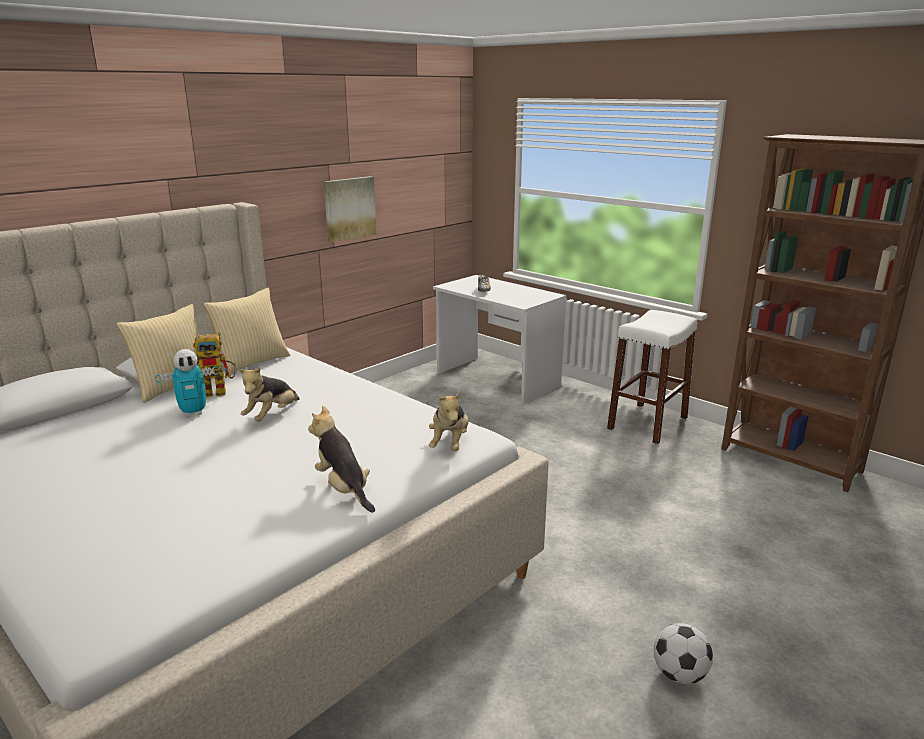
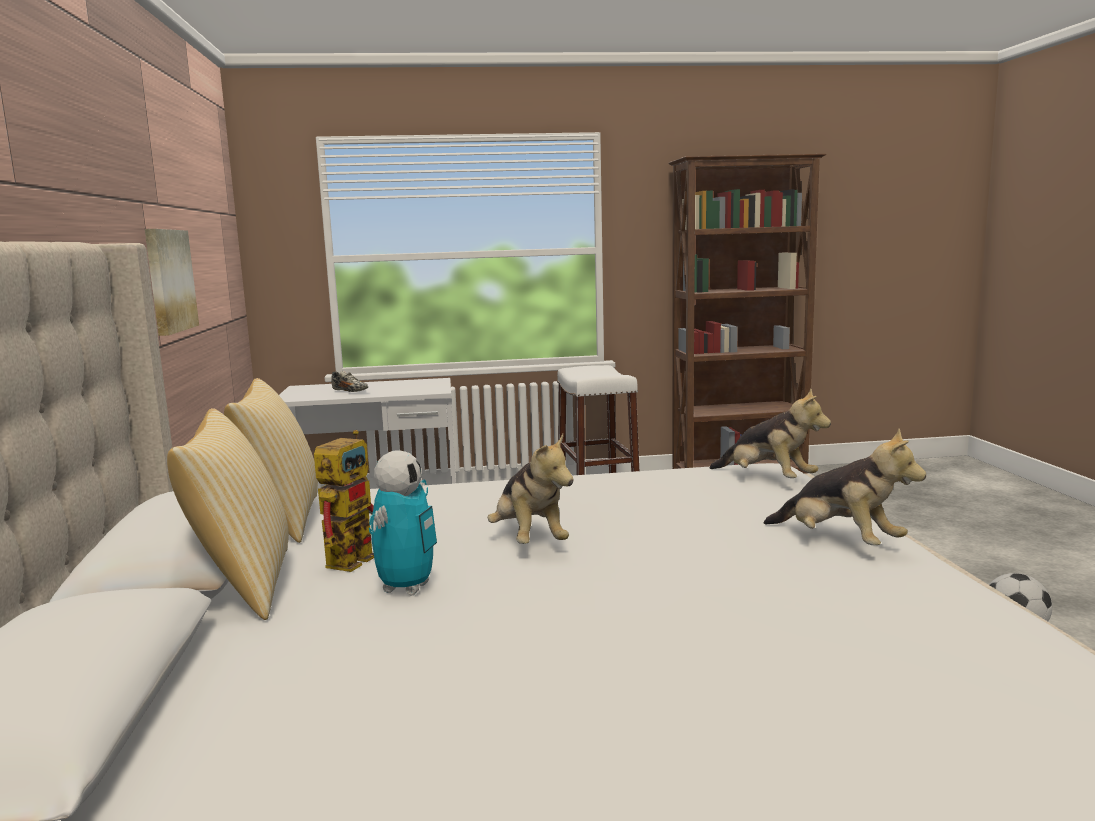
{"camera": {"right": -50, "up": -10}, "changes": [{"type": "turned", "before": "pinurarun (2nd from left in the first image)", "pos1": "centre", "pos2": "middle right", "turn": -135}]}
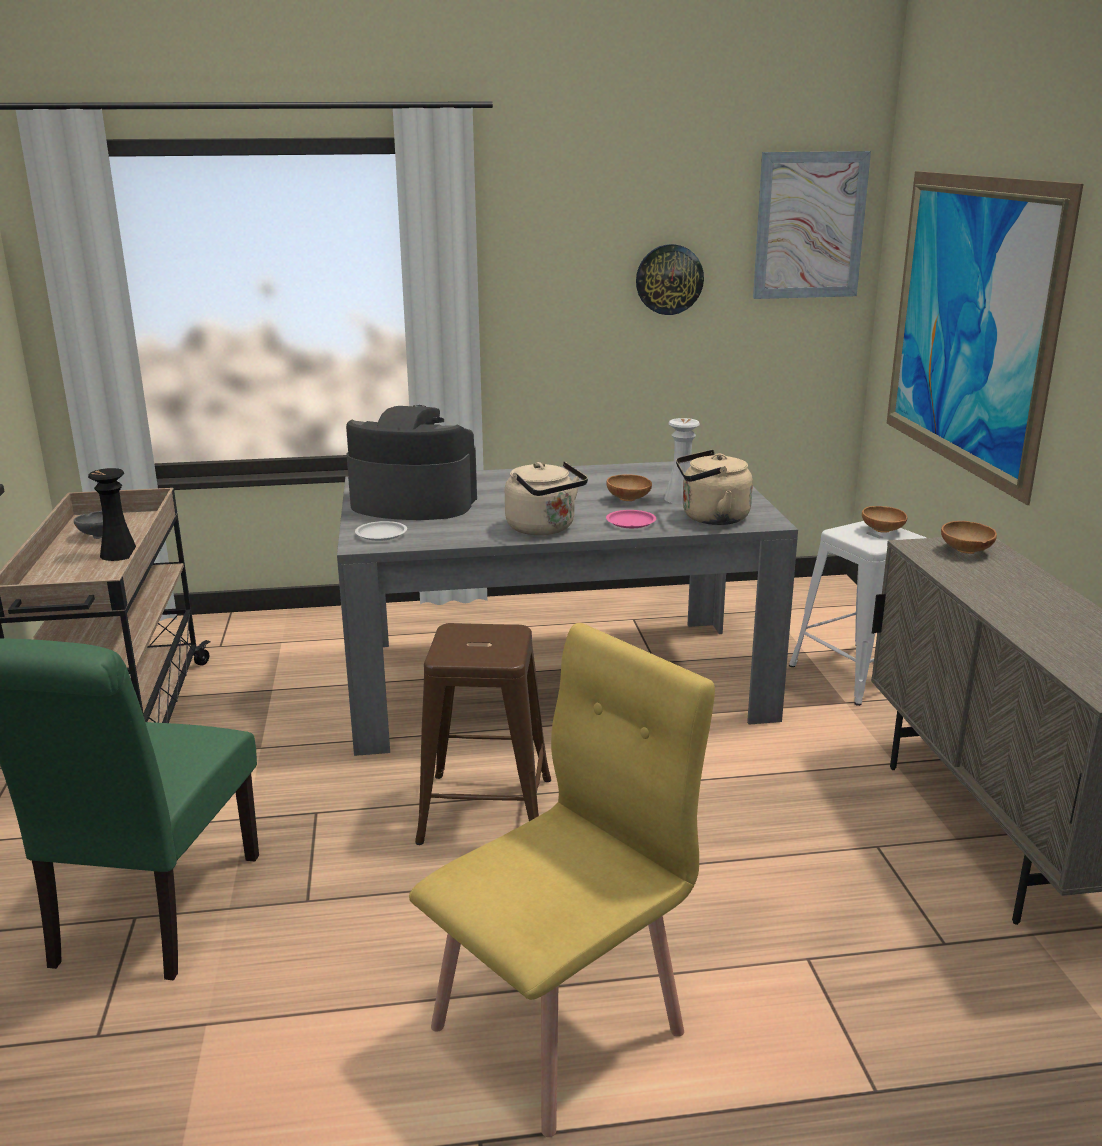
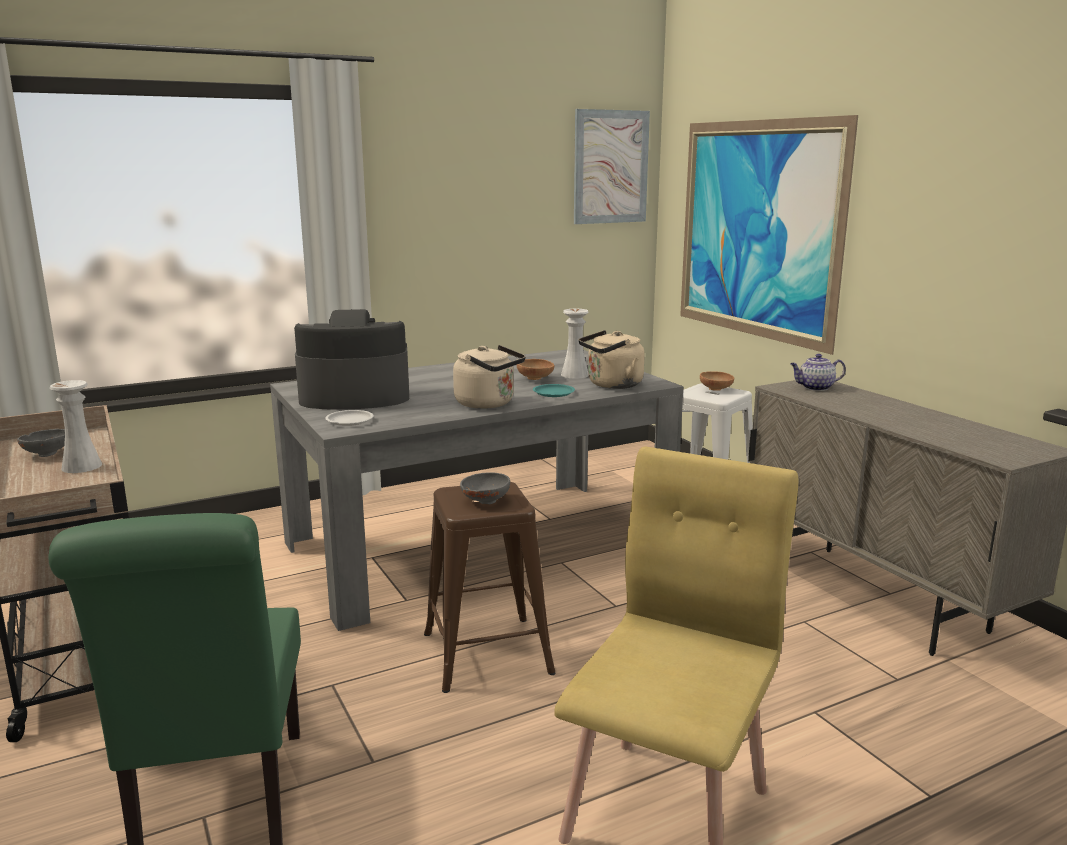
{"camera": {"right": -20, "up": -5}, "changes": [{"type": "recoloured", "before": "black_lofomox", "after": "white_lofomox (1st from left)", "pos1": "middle left", "pos2": "middle left"}, {"type": "recoloured", "before": "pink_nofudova", "after": "turquoise_nofudova", "pos1": "centre", "pos2": "centre"}, {"type": "removed", "before": "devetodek", "pos1": "top centre"}, {"type": "replaced", "before": "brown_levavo (3rd from left)", "after": "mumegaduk", "pos1": "middle right", "pos2": "middle right"}, {"type": "added", "after": "grey_levavo (2nd from left)", "pos2": "centre"}]}
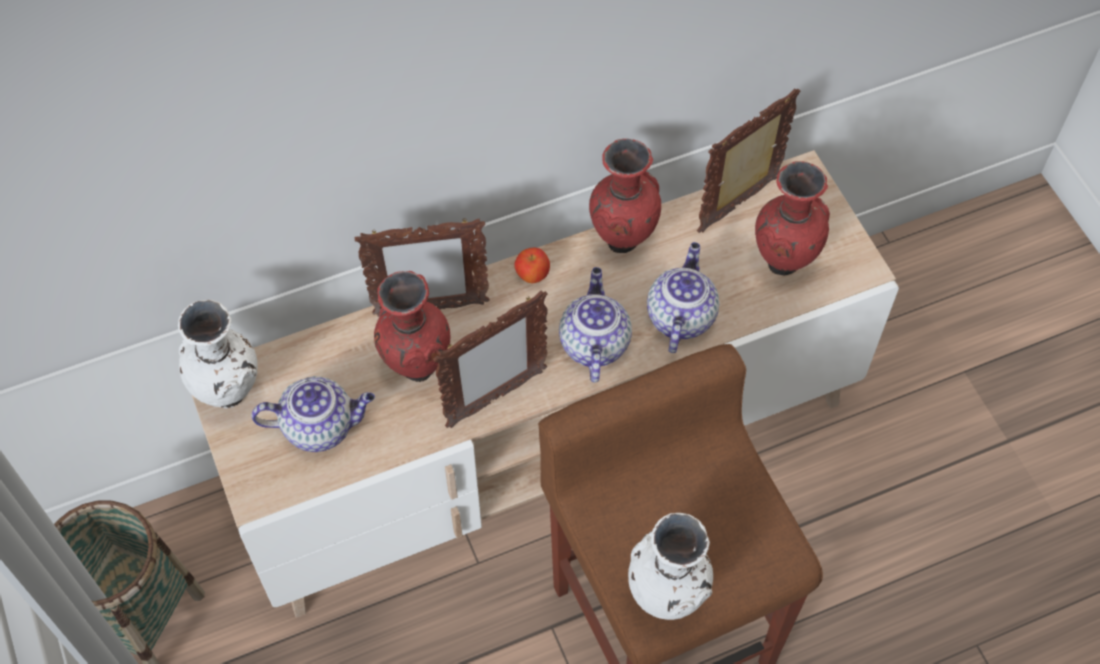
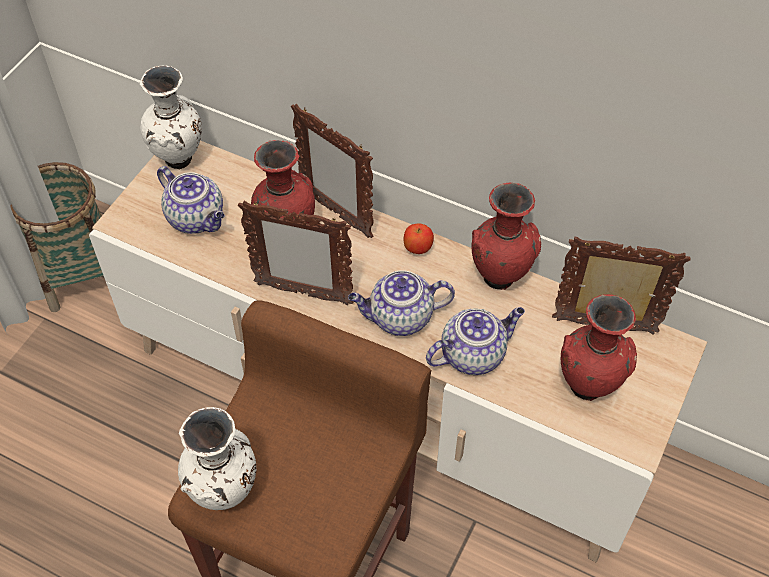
{"camera": {"right": 50, "up": -5}, "changes": [{"type": "turned", "before": "mumegaduk (2nd from left)", "pos1": "centre", "pos2": "centre", "turn": -150}]}
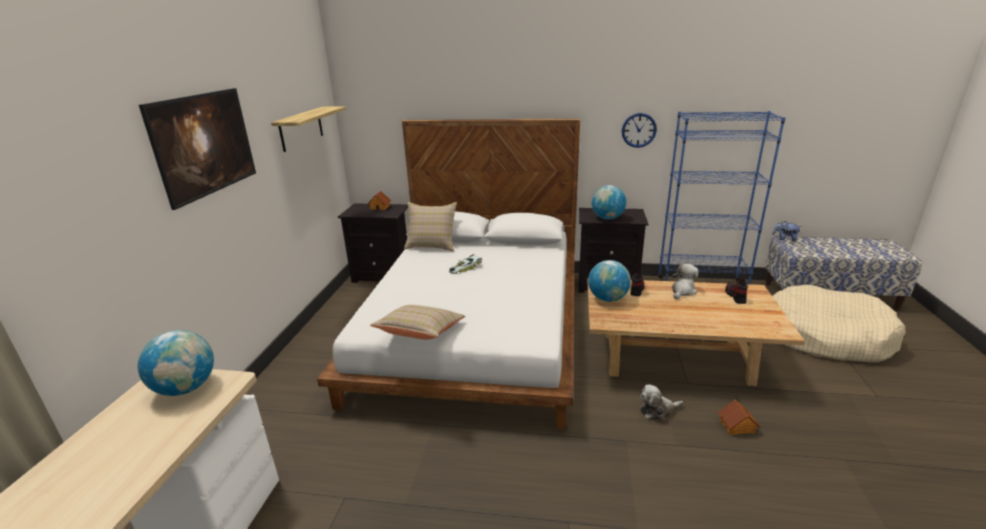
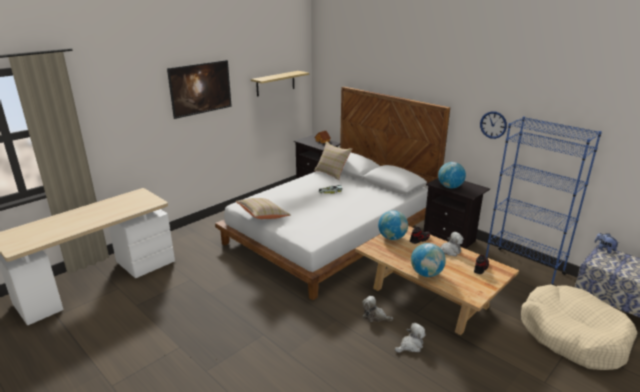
{"camera": {"right": 35, "up": 0}, "changes": [{"type": "moved", "before": "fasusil (1st from left in the first image)", "after": "fasusil (2nd from left)", "pos1": "bottom left", "pos2": "middle right"}, {"type": "replaced", "before": "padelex (2nd from left)", "after": "pinurarun (2nd from left)", "pos1": "bottom right", "pos2": "bottom centre"}]}
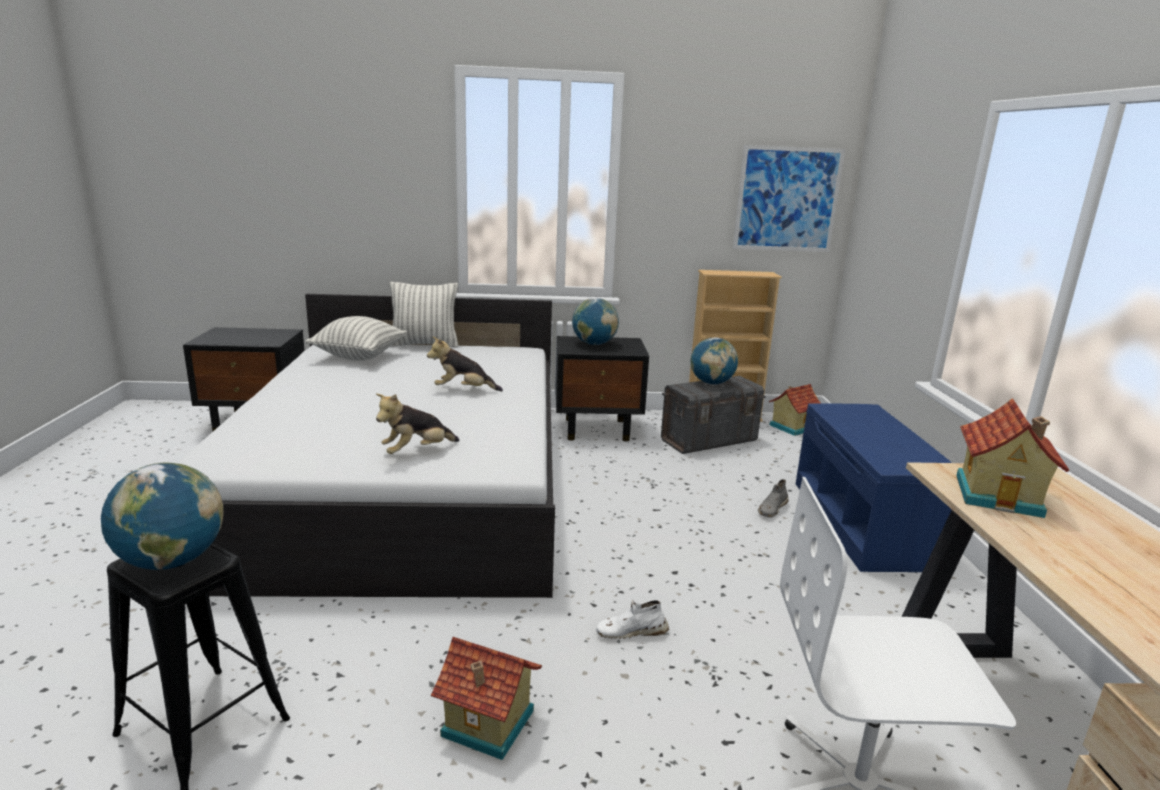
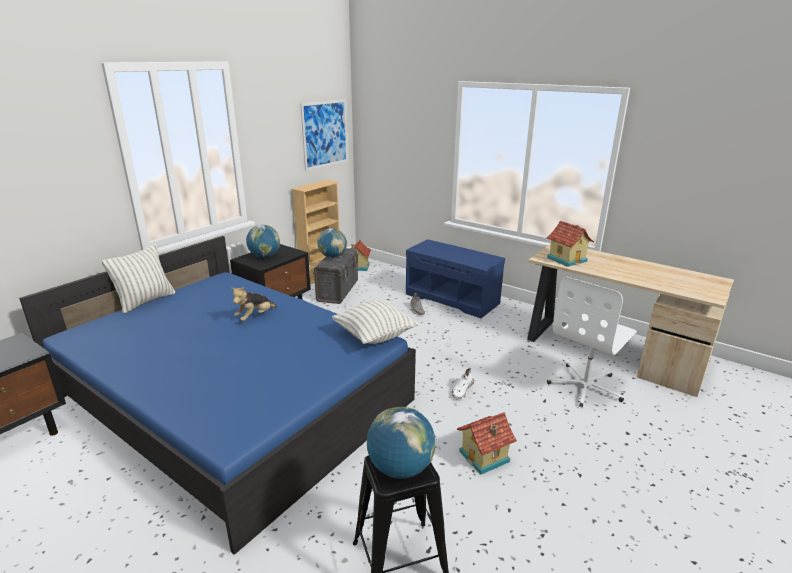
{"camera": {"right": -50, "up": 5}, "changes": [{"type": "recoloured", "before": "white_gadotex", "after": "blue_gadotex", "pos1": "middle left", "pos2": "bottom left"}, {"type": "moved", "before": "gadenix (1st from left in the first image)", "after": "gadenix (2nd from left)", "pos1": "middle left", "pos2": "centre"}, {"type": "removed", "before": "pinurarun (1st from left)", "pos1": "centre"}]}
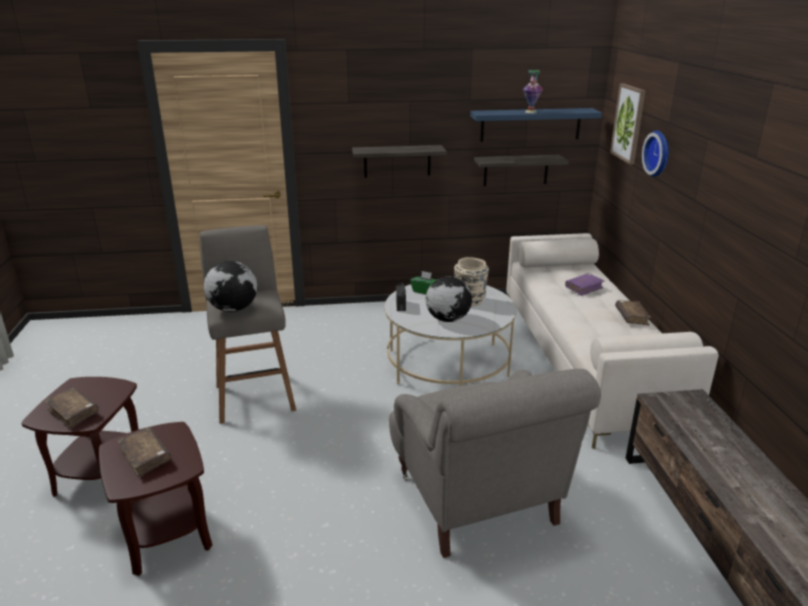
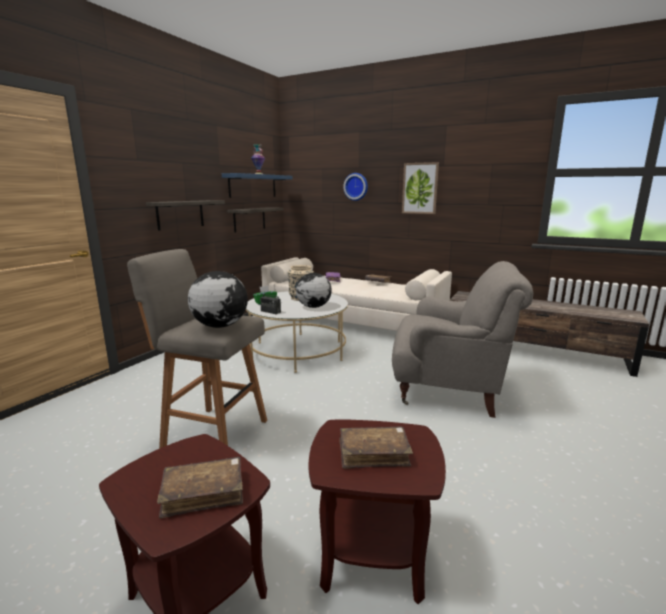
{"camera": {"right": -55, "up": -10}, "changes": [{"type": "moved", "before": "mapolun", "pos1": "top right", "pos2": "top centre"}]}
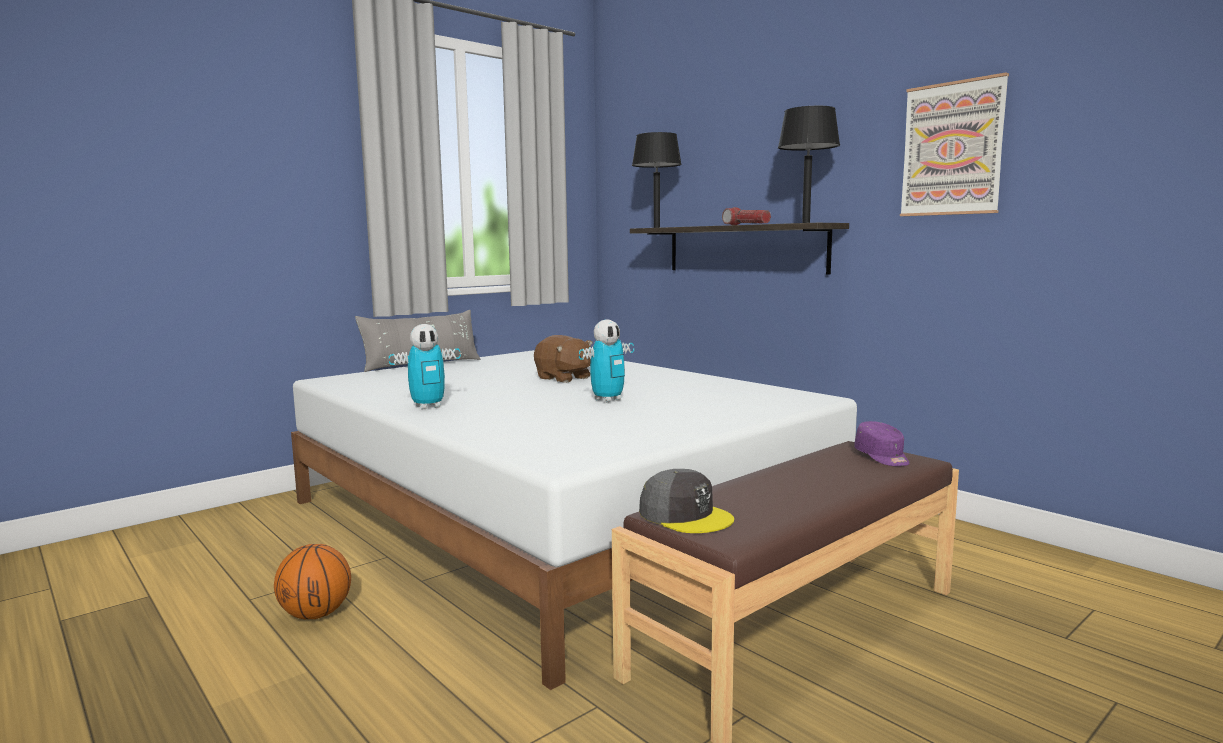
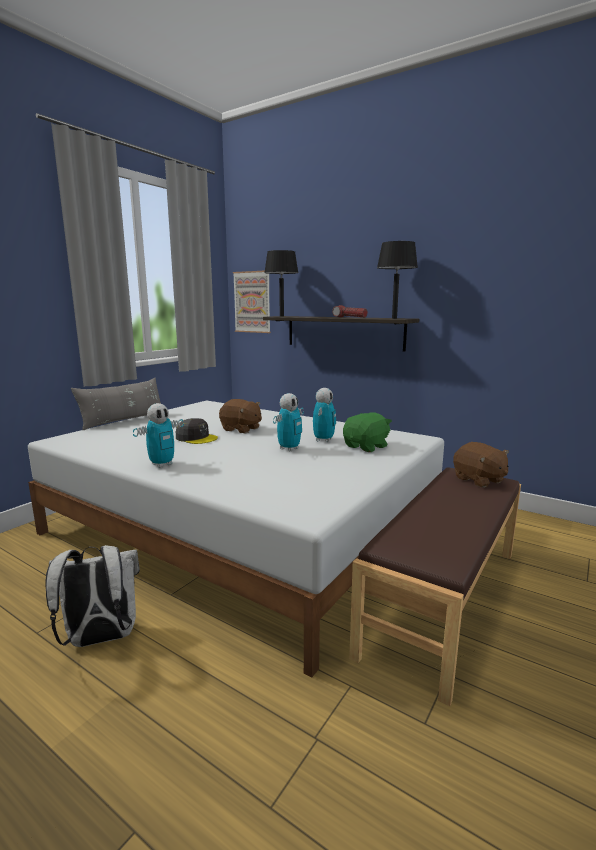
{"camera": {"right": -15, "up": 5}, "changes": [{"type": "replaced", "before": "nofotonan", "after": "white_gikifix", "pos1": "bottom left", "pos2": "bottom left"}, {"type": "moved", "before": "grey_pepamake", "pos1": "bottom centre", "pos2": "middle left"}, {"type": "replaced", "before": "purple_pepamake", "after": "brown_pinurarun (2nd from left)", "pos1": "middle right", "pos2": "middle right"}, {"type": "moved", "before": "mapolun", "pos1": "top right", "pos2": "centre"}, {"type": "added", "after": "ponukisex (3rd from left)", "pos2": "centre"}, {"type": "added", "after": "green_pinurarun", "pos2": "centre"}]}
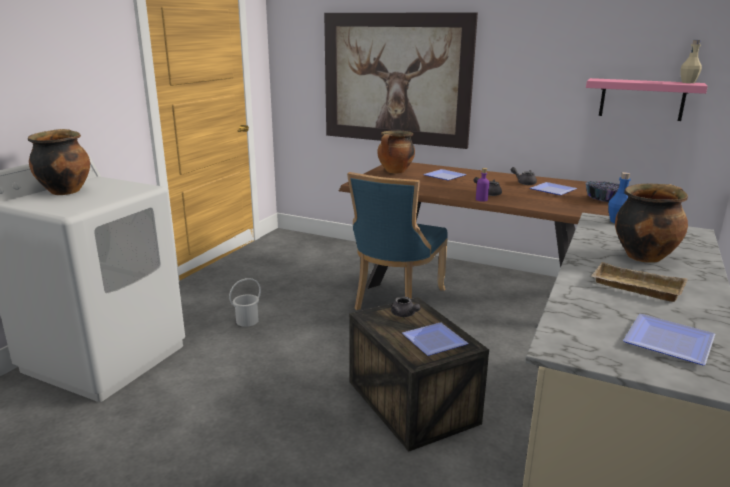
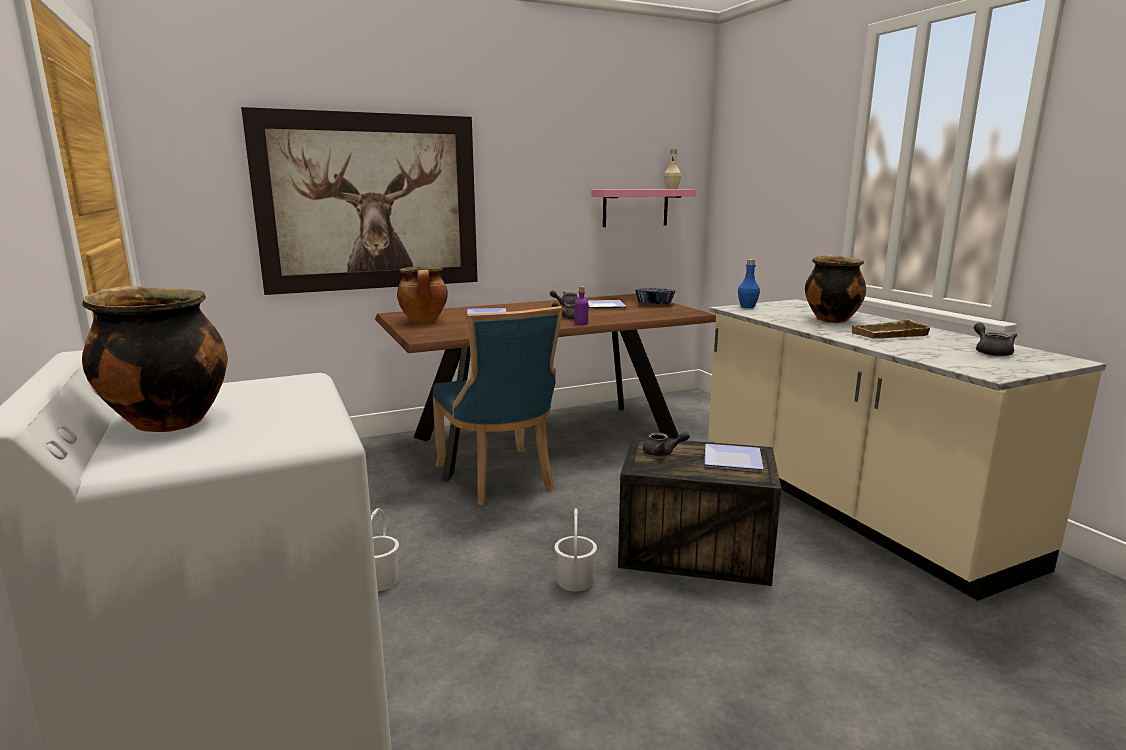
{"camera": {"right": -50, "up": -5}, "changes": [{"type": "replaced", "before": "nofudova (4th from left)", "after": "grey_mumegaduk (4th from left)", "pos1": "bottom right", "pos2": "middle right"}, {"type": "added", "after": "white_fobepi (2nd from left)", "pos2": "bottom centre"}]}
